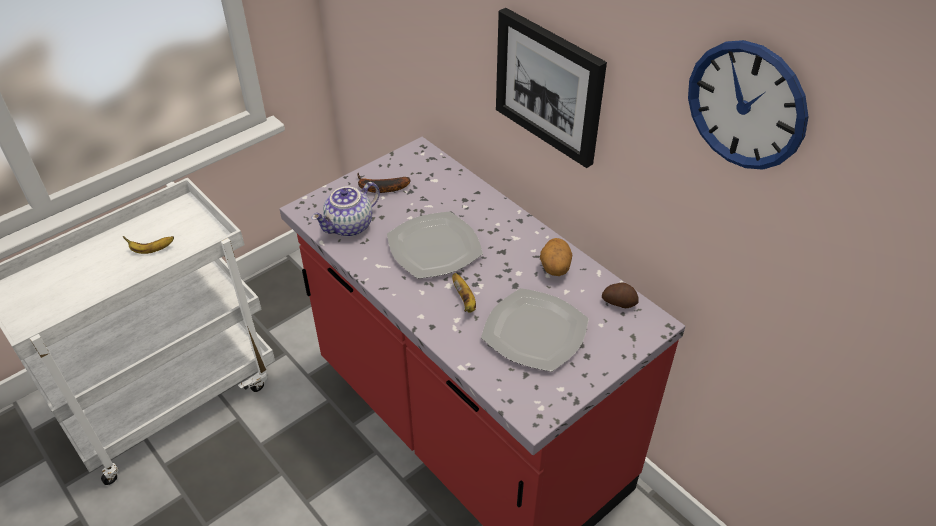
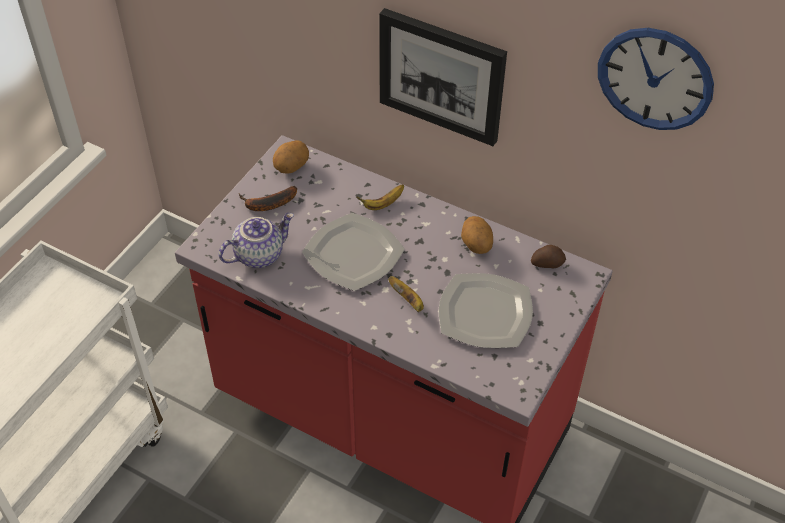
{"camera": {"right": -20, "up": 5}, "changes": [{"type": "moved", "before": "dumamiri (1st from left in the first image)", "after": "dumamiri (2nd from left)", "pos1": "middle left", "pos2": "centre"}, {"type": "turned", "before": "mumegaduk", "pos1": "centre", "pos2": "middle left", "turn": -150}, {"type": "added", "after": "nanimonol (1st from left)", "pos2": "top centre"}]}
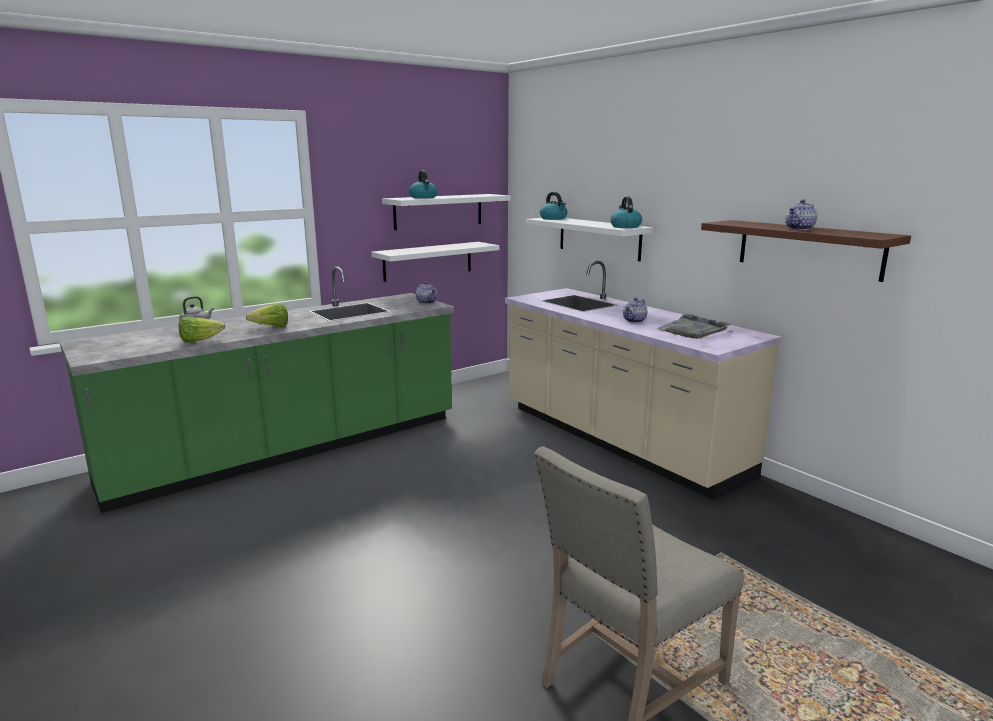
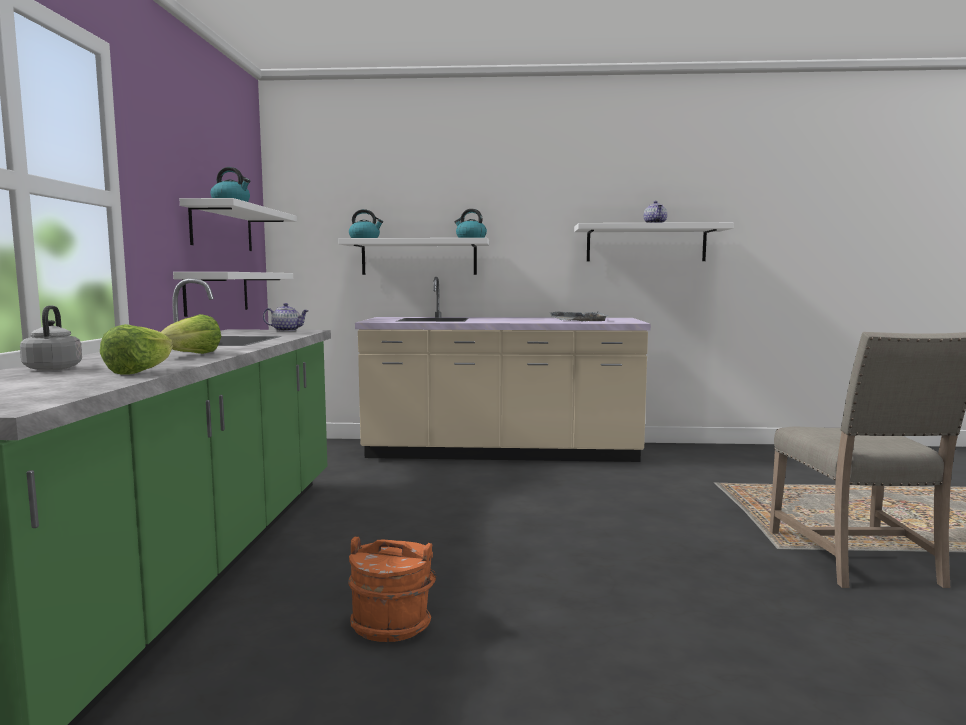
{"camera": {"right": -50, "up": -10}, "changes": [{"type": "removed", "before": "mumegaduk (2nd from left)", "pos1": "centre"}, {"type": "recoloured", "before": "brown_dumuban", "after": "white_dumuban (4th from left)", "pos1": "middle right", "pos2": "top right"}, {"type": "added", "after": "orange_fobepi", "pos2": "bottom centre"}]}
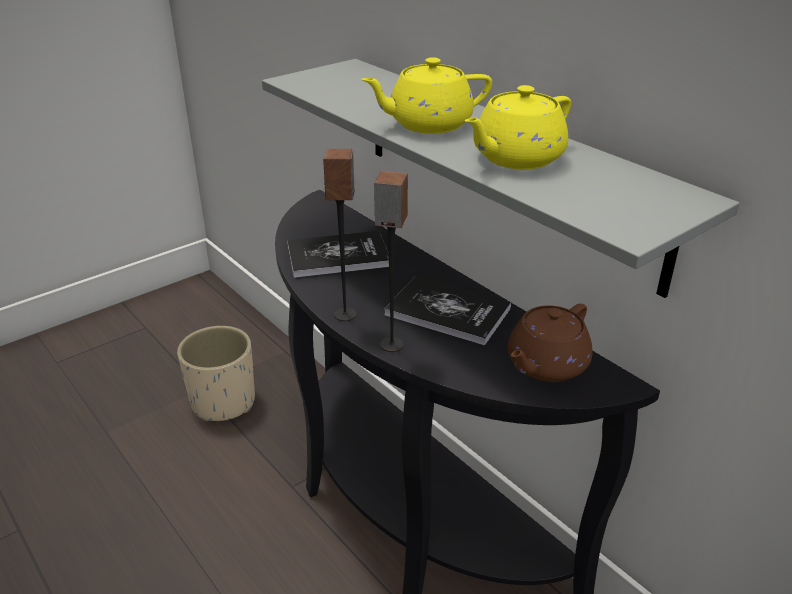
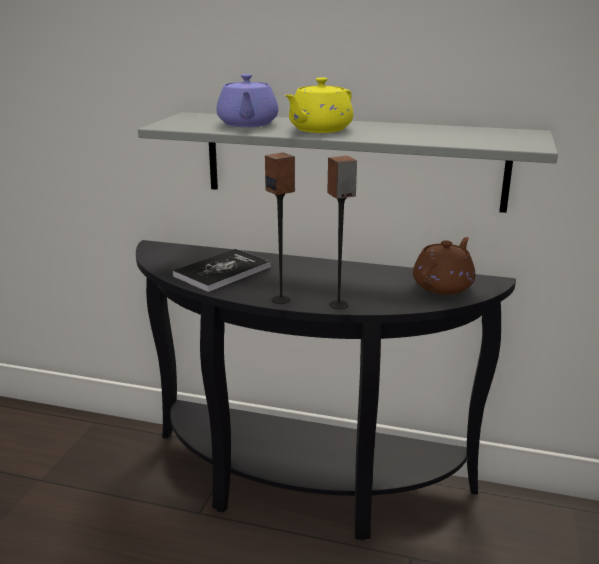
{"camera": {"right": -35, "up": -10}, "changes": [{"type": "removed", "before": "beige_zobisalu", "pos1": "middle left"}, {"type": "removed", "before": "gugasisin (2nd from left)", "pos1": "centre"}, {"type": "removed", "before": "yellow_mumegaduk (2nd from left)", "pos1": "top centre"}, {"type": "turned", "before": "brown_mumegaduk", "pos1": "middle right", "pos2": "middle right", "turn": -150}, {"type": "added", "after": "purple_mumegaduk", "pos2": "top centre"}]}
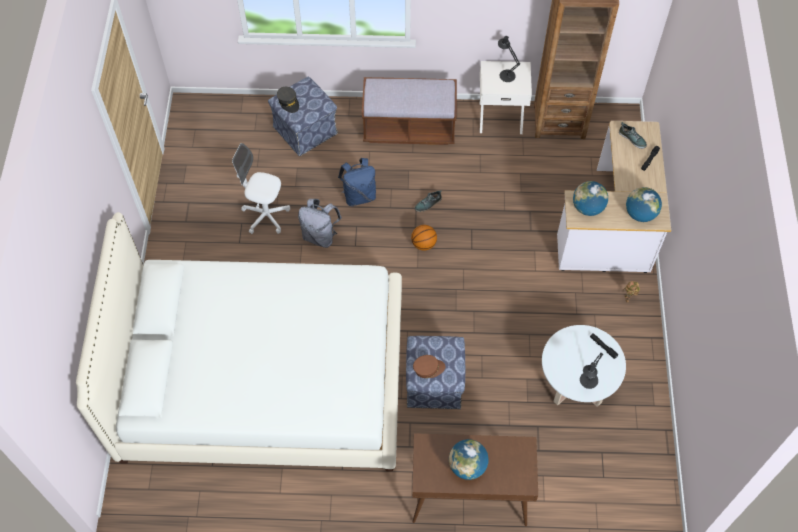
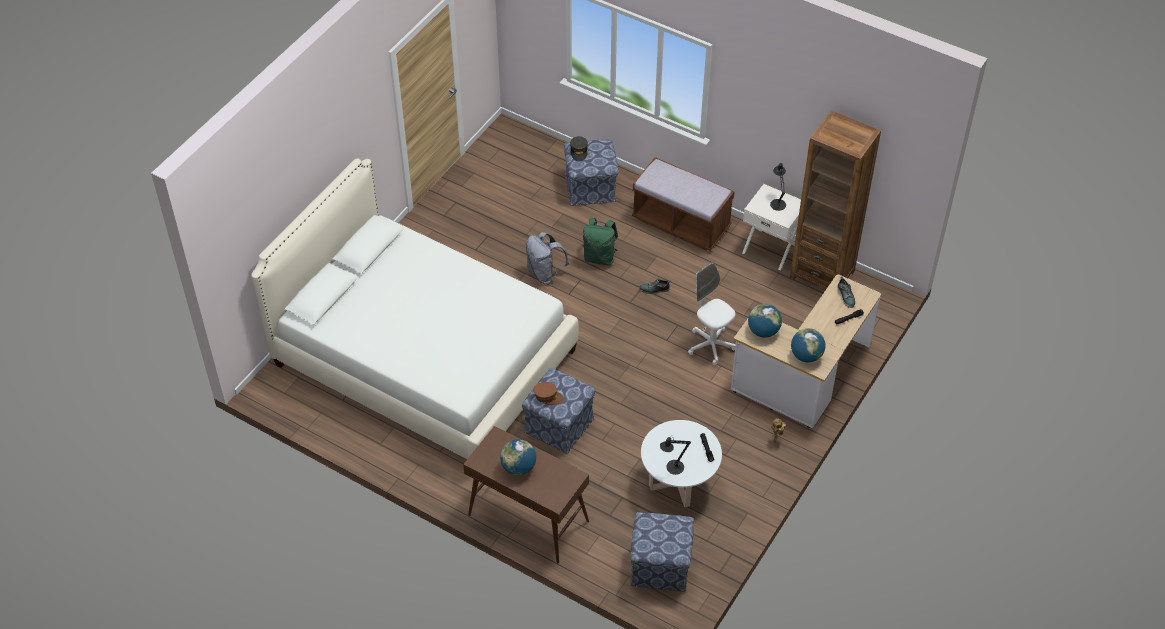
{"camera": {"right": 30, "up": -10}, "changes": [{"type": "moved", "before": "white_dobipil", "pos1": "middle left", "pos2": "centre"}, {"type": "recoloured", "before": "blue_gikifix", "after": "green_gikifix", "pos1": "centre", "pos2": "centre"}, {"type": "removed", "before": "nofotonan", "pos1": "centre"}, {"type": "added", "after": "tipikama (3rd from left)", "pos2": "bottom centre"}]}
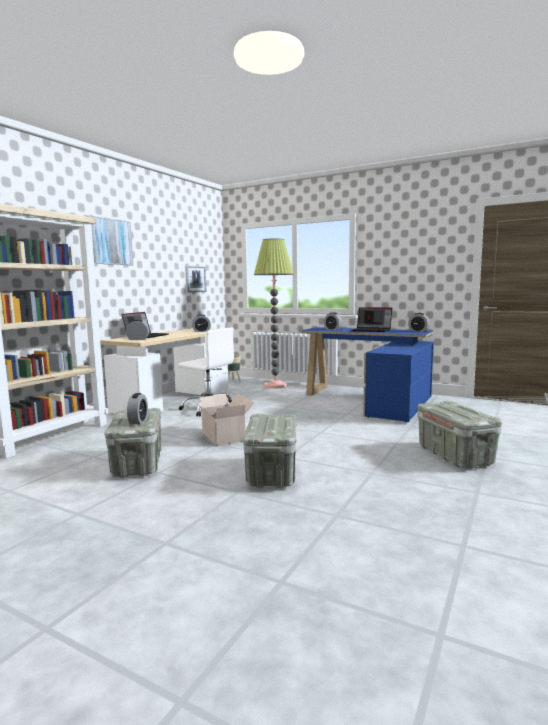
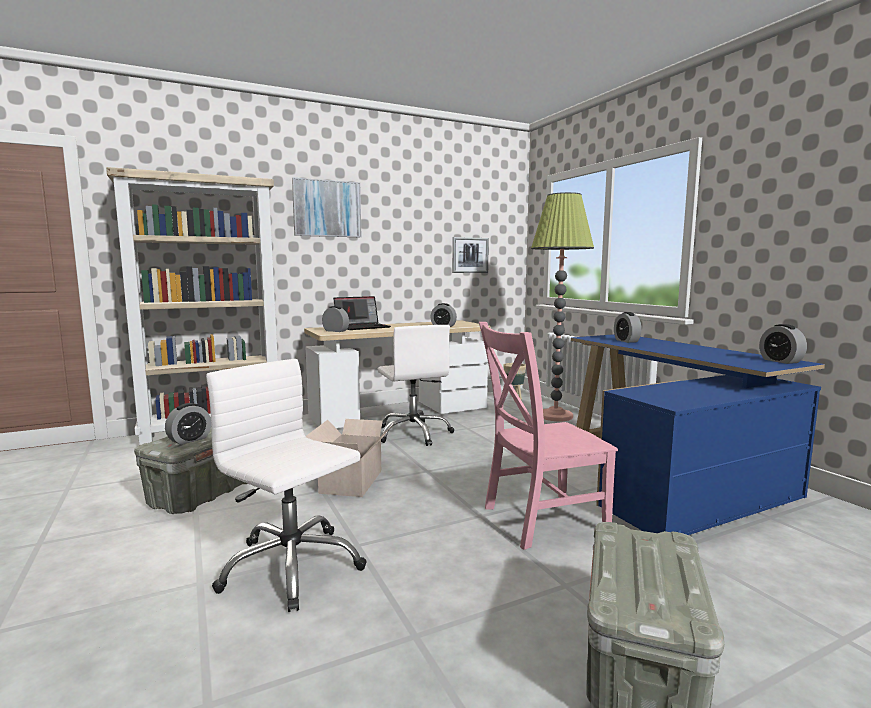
{"camera": {"right": 35, "up": 0}, "changes": [{"type": "replaced", "before": "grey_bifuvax (2nd from left)", "after": "white_dobipil (1st from left)", "pos1": "centre", "pos2": "bottom left"}, {"type": "removed", "before": "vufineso (2nd from left)", "pos1": "middle right"}, {"type": "added", "after": "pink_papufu", "pos2": "centre"}]}
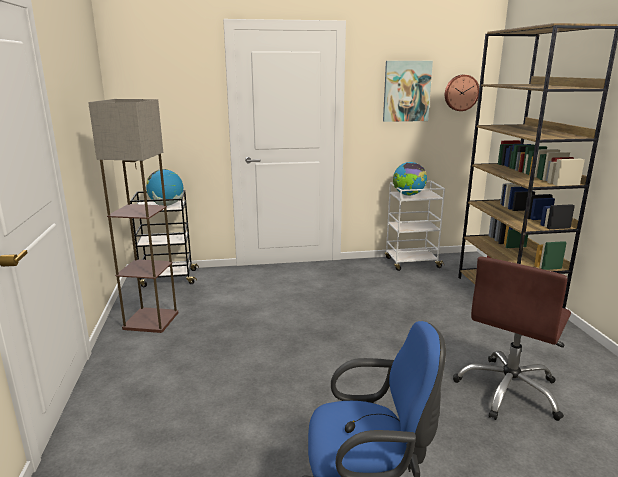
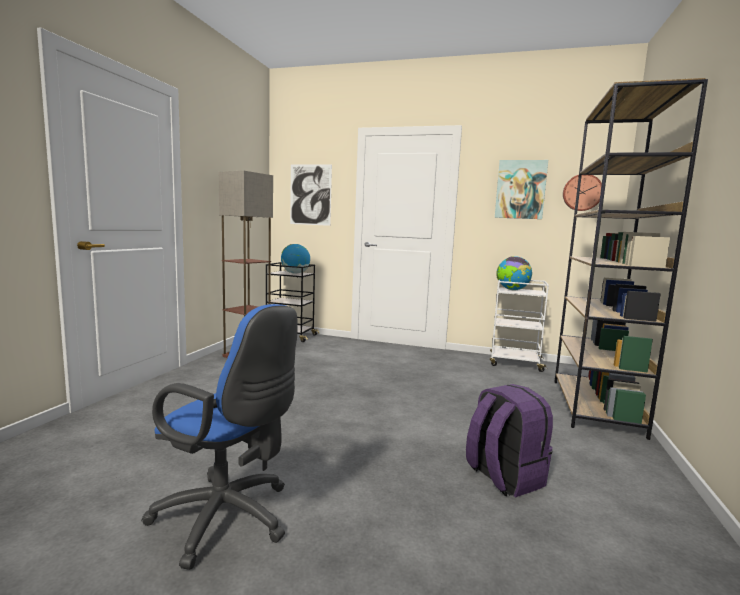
{"camera": {"right": 25, "up": -10}, "changes": [{"type": "replaced", "before": "brown_dobipil", "after": "purple_gikifix", "pos1": "bottom right", "pos2": "bottom right"}, {"type": "added", "after": "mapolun (1st from left)", "pos2": "top centre"}]}
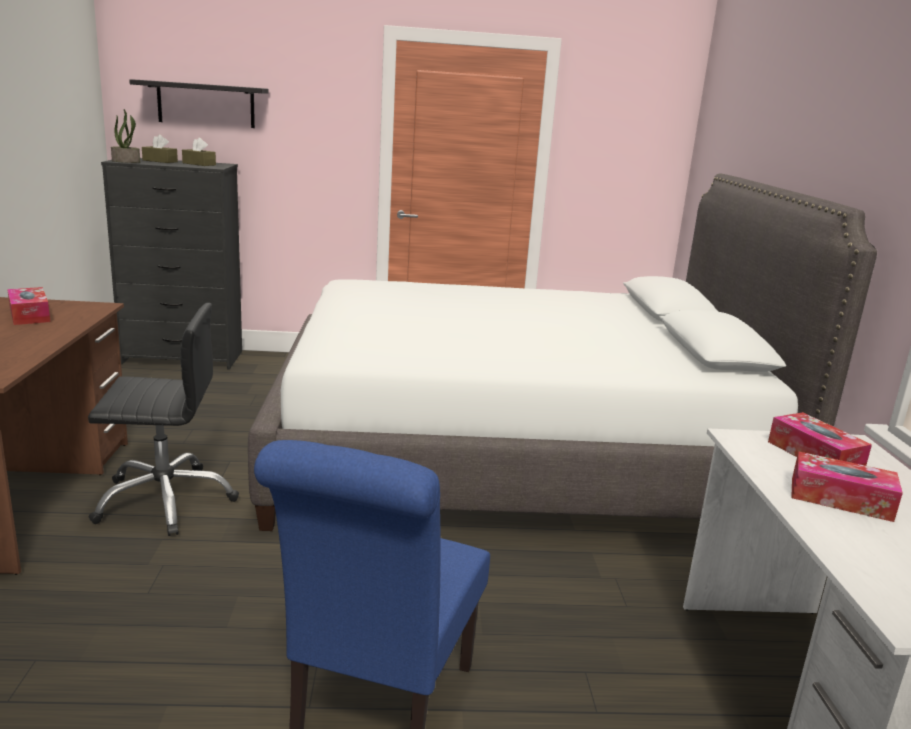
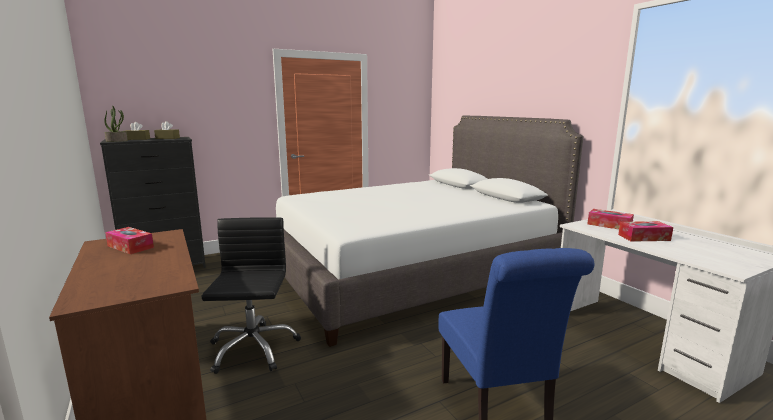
{"camera": {"right": -25, "up": -5}, "changes": [{"type": "turned", "before": "black_dobipil", "pos1": "middle left", "pos2": "bottom left", "turn": -60}, {"type": "removed", "before": "black_dumuban", "pos1": "top left"}]}
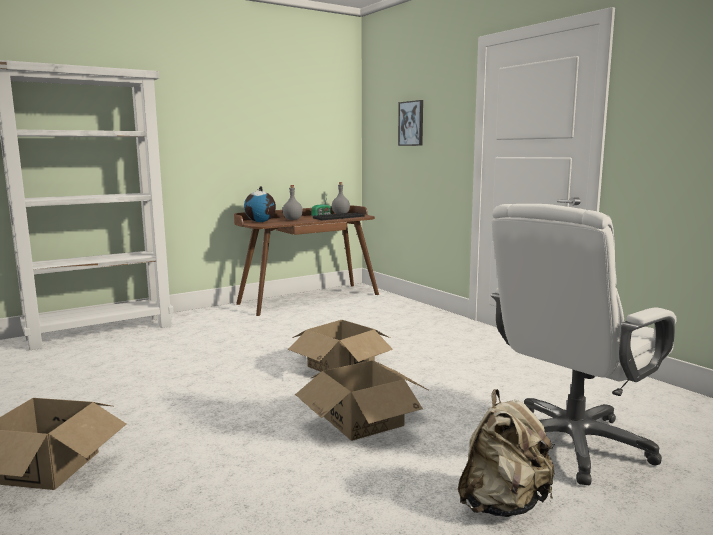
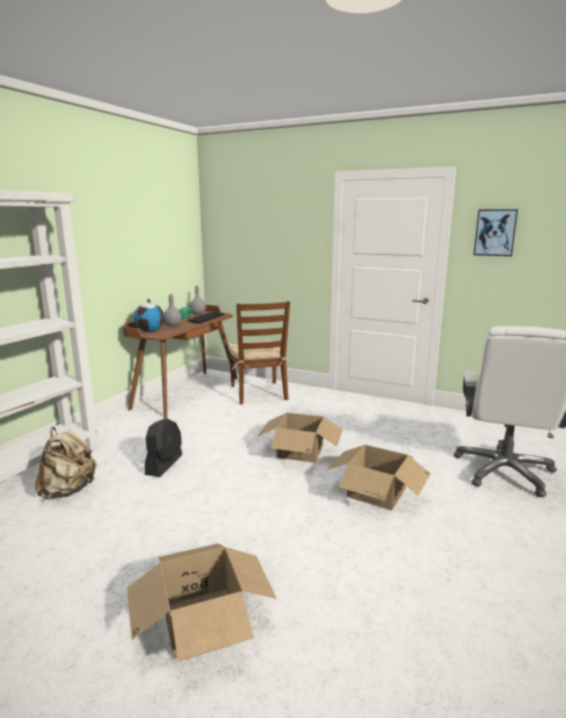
{"camera": {"right": -30, "up": 5}, "changes": [{"type": "moved", "before": "mapolun", "pos1": "top centre", "pos2": "top right"}, {"type": "moved", "before": "beige_gikifix", "pos1": "bottom right", "pos2": "middle left"}, {"type": "added", "after": "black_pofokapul", "pos2": "middle left"}, {"type": "added", "after": "brown_papufu", "pos2": "centre"}]}
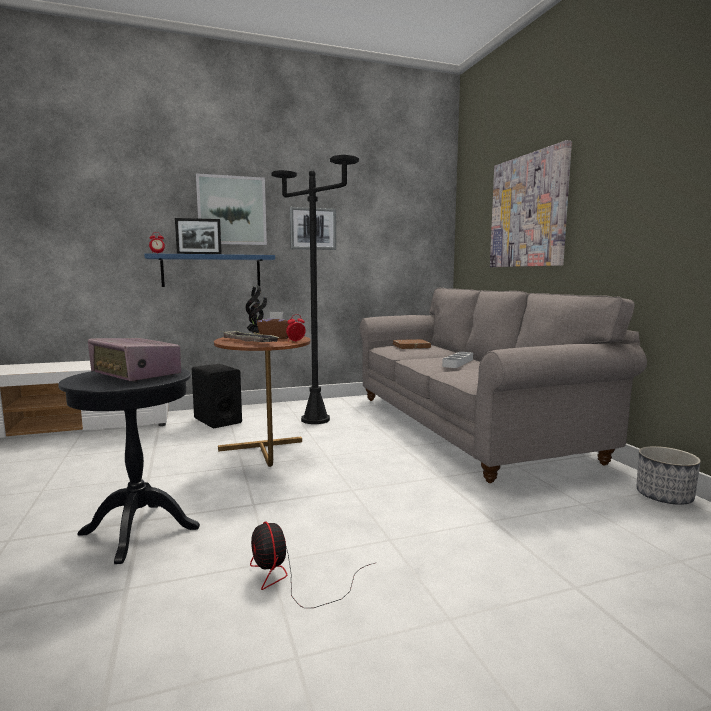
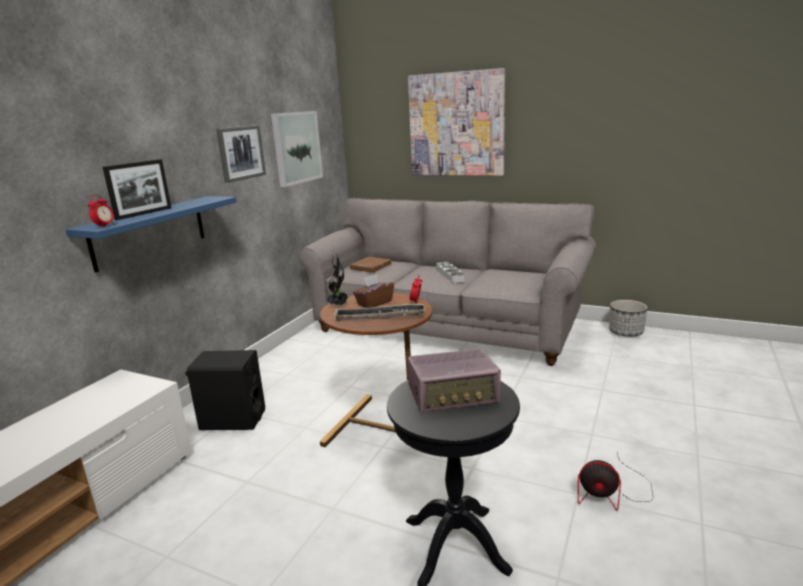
{"camera": {"right": -45, "up": 10}, "changes": [{"type": "moved", "before": "mapolun (1st from left in the first image)", "after": "mapolun (2nd from left)", "pos1": "top left", "pos2": "top centre"}, {"type": "removed", "before": "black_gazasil", "pos1": "centre"}]}
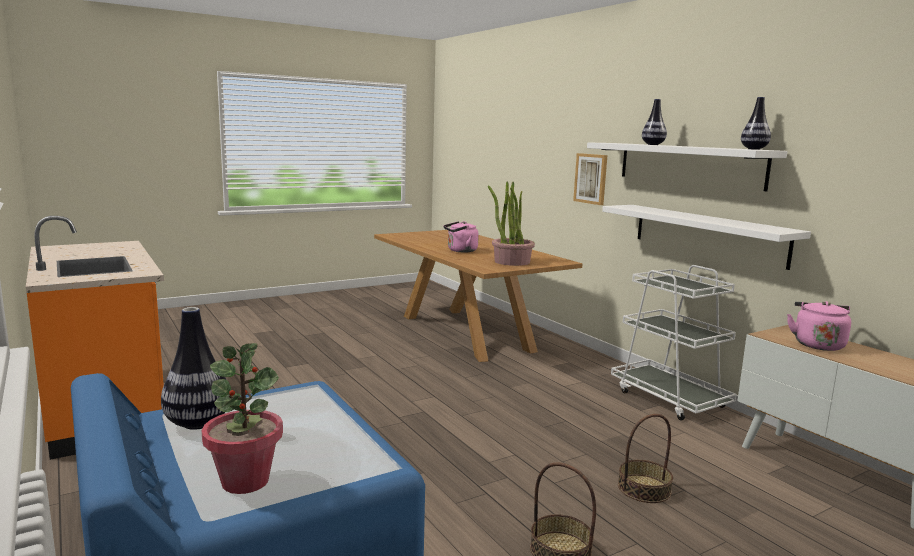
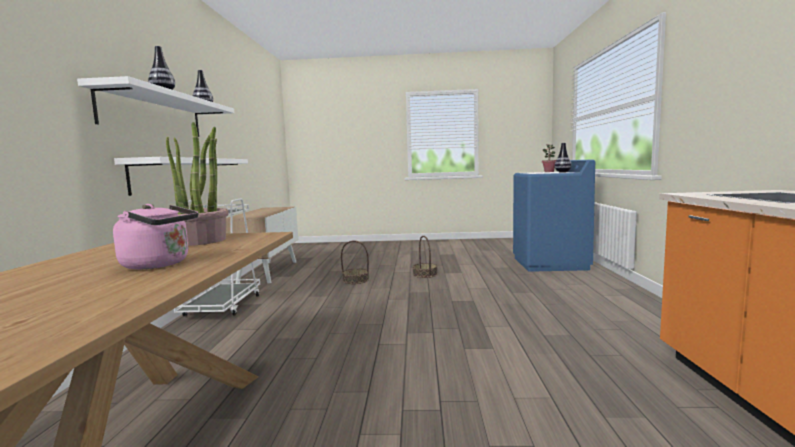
{"camera": {"right": -145, "up": -5}, "changes": [{"type": "removed", "before": "mapolun", "pos1": "top centre"}, {"type": "removed", "before": "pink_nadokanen (2nd from left)", "pos1": "middle right"}]}
